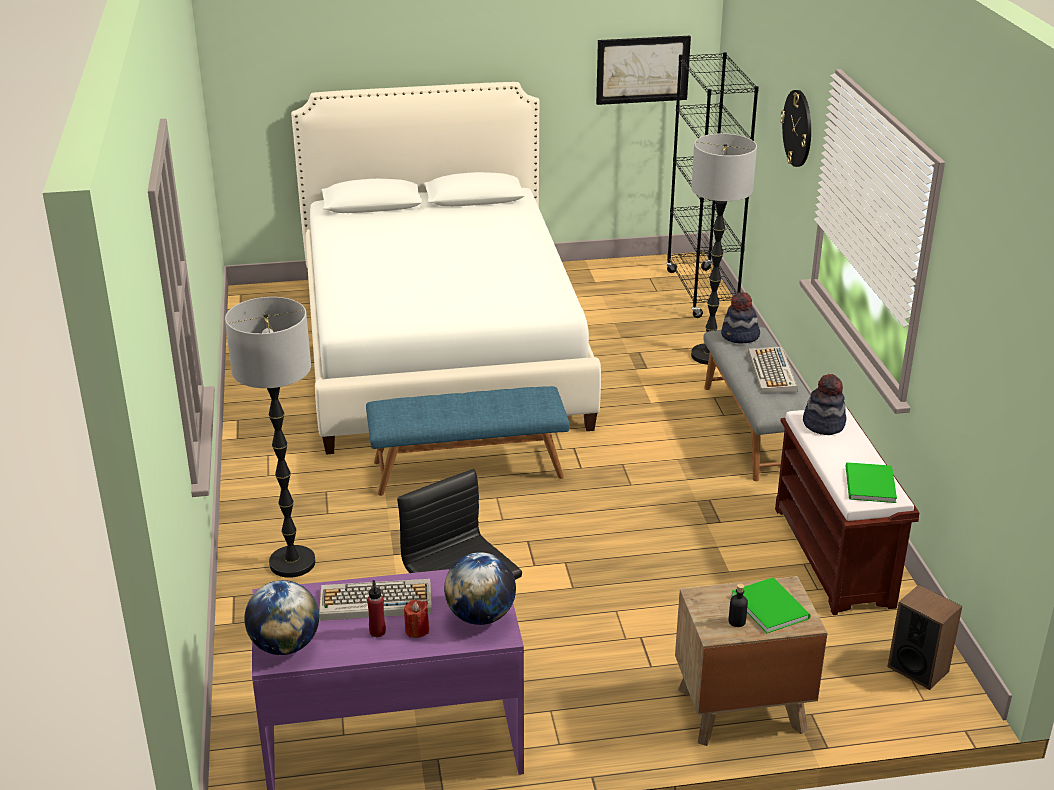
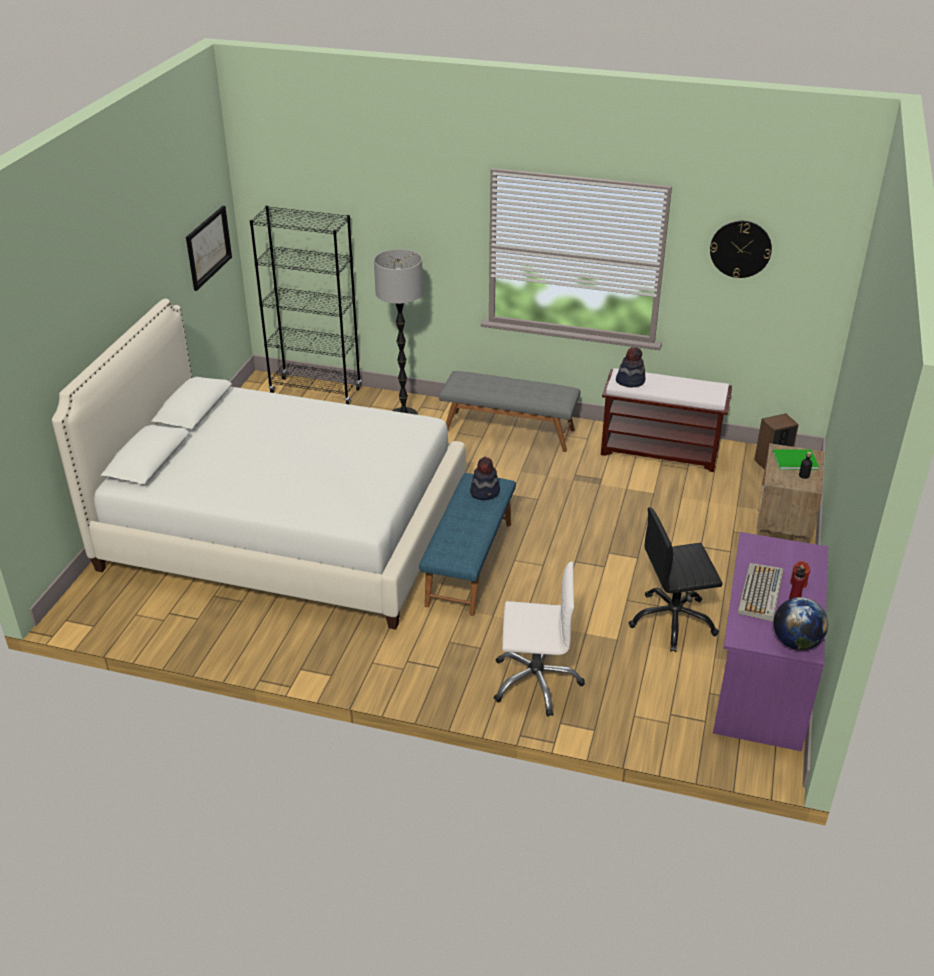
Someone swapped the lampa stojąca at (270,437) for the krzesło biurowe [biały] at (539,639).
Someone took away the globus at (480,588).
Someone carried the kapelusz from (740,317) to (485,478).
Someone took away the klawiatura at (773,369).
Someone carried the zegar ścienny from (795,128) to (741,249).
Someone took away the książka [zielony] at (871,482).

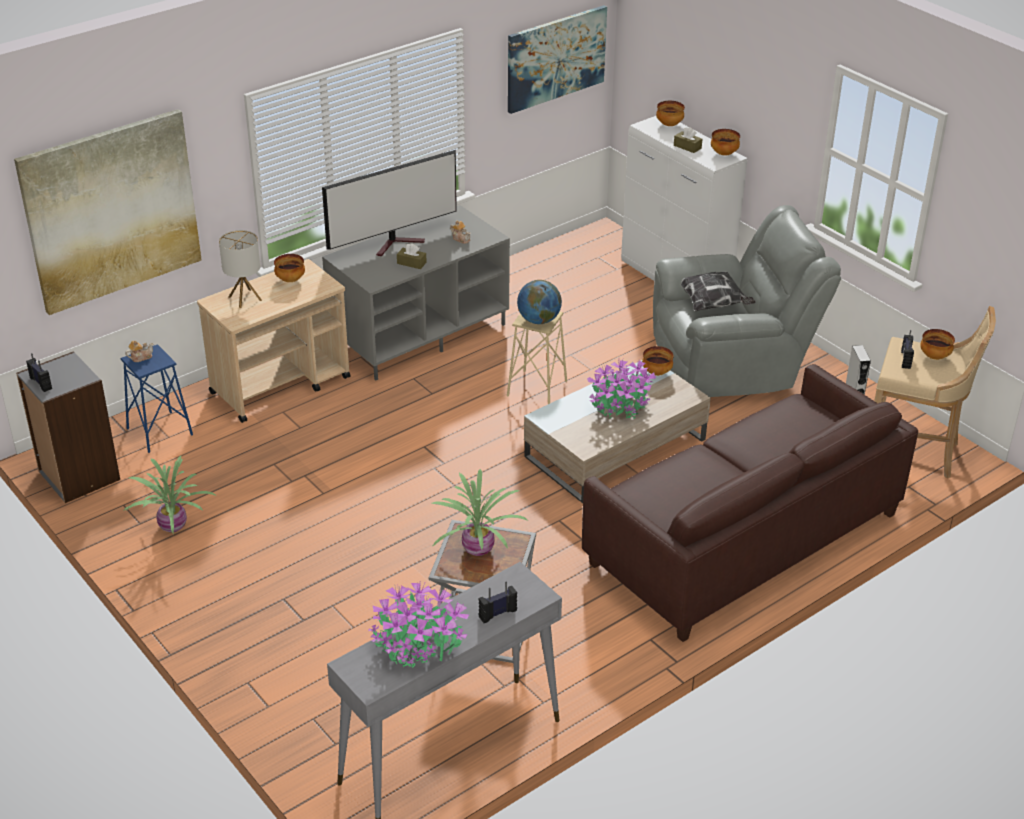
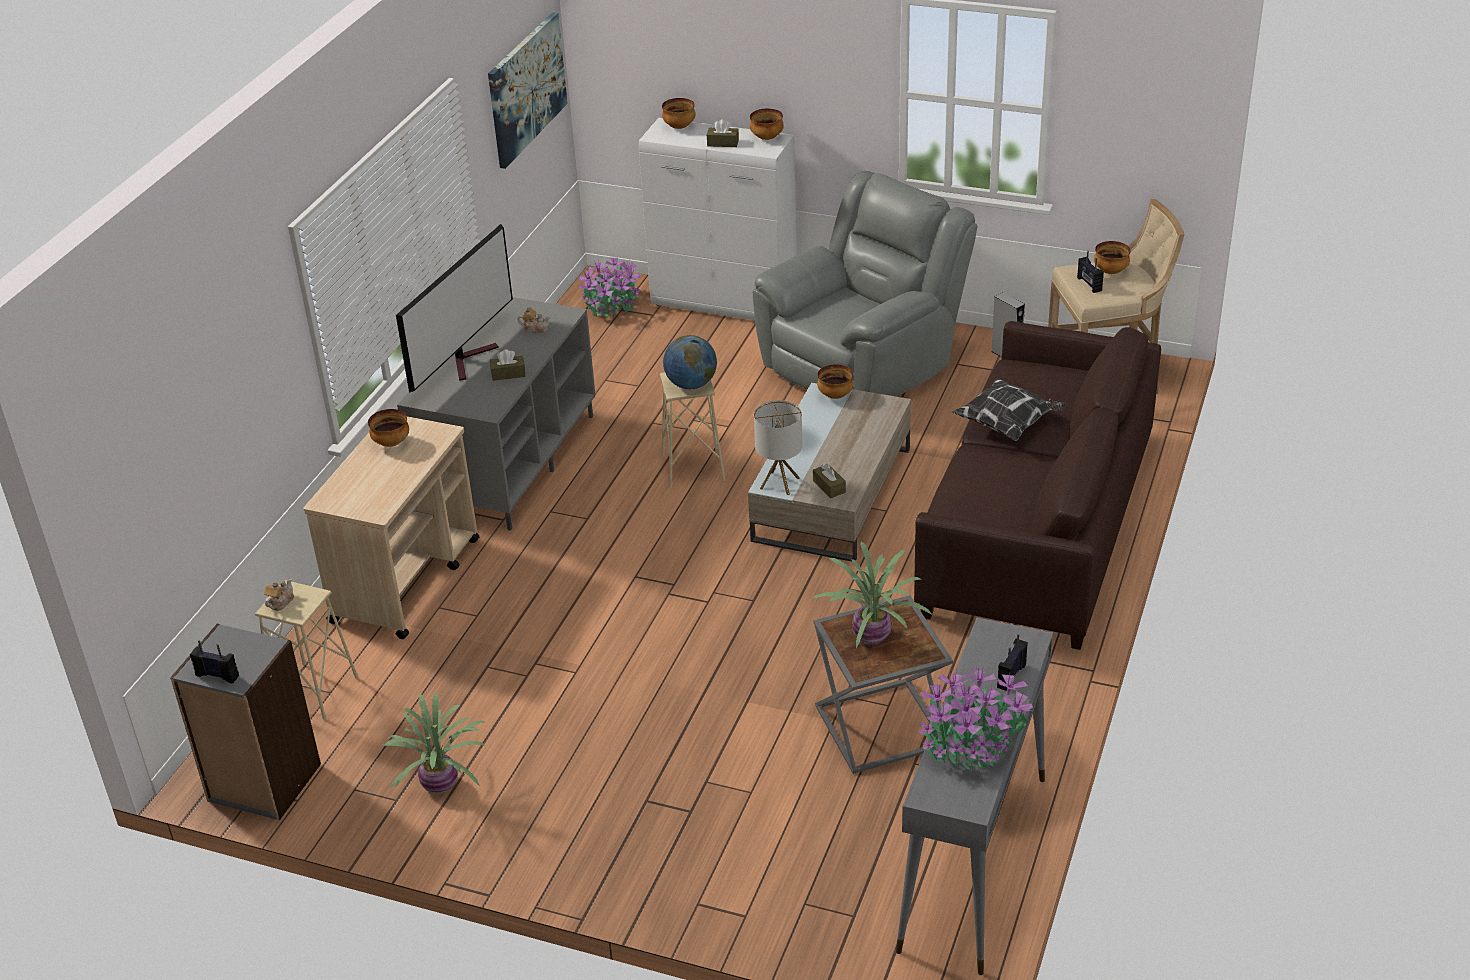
Someone took away the obraz at (108,212).
Someone repainted the stołek [niebieski] at (157,398), which became the stołek [beżowy] at (306,650).
Someone carried the lampa stołowa from (240,269) to (778,447).
Someone carried the roślina doniczkowa from (621,389) to (610,287).
Someone carried the poduszka from (718,291) to (1009,409).
Someone put down the pudełko chusteczek [brązowy] at (829,481).

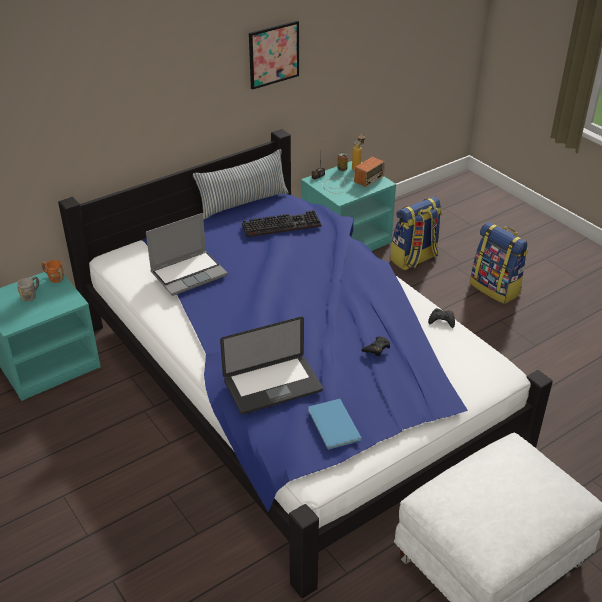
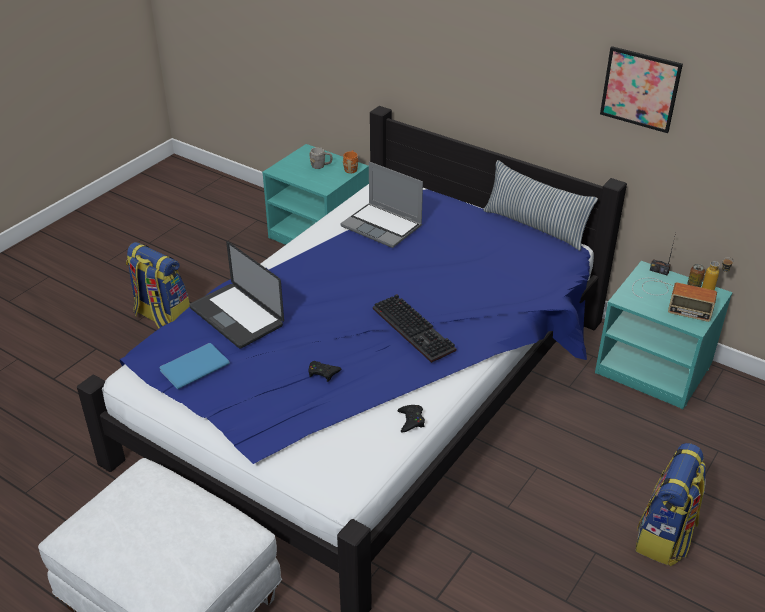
Someone carried the klawiatura from (282,223) to (414,328).
Someone carried the plecak from (416,233) to (158,285).

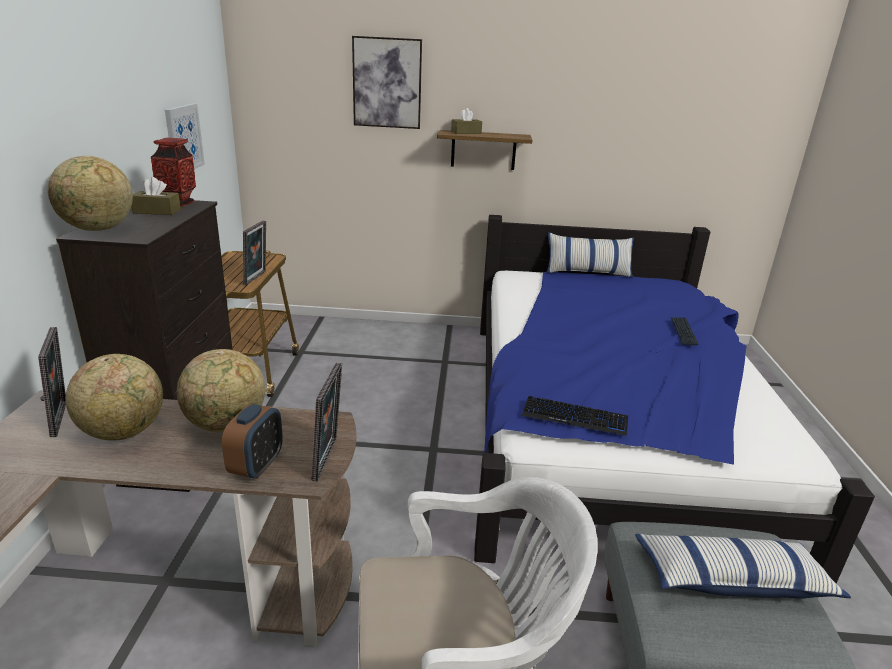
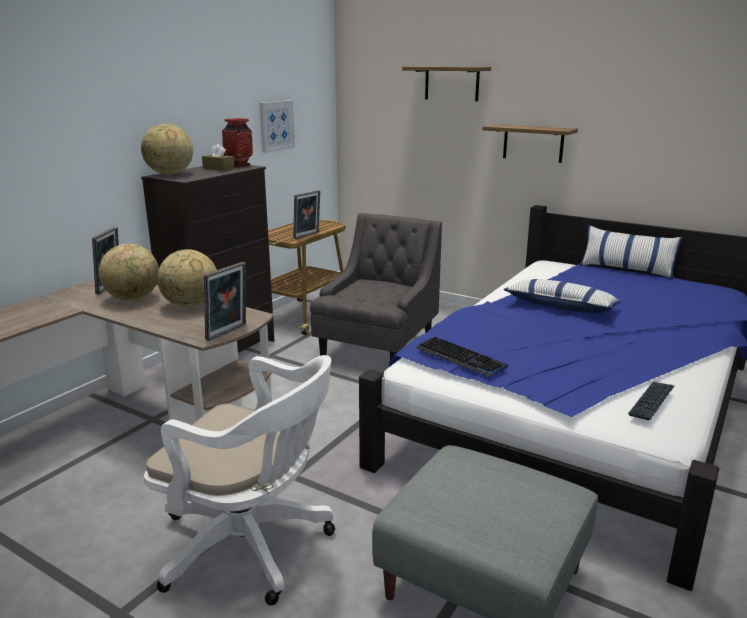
Someone took away the budzik at (252,441).
Someone swapped the obraz at (387,82) for the półka at (446,83).
Someone took away the pudełko chusteczek [brązowy] at (466,121).
Someone carried the poduszka from (743,566) to (562,296).
Someone carried the klawiatura from (684,331) to (651,401).
Someone put down the fotel [szary] at (376,286).

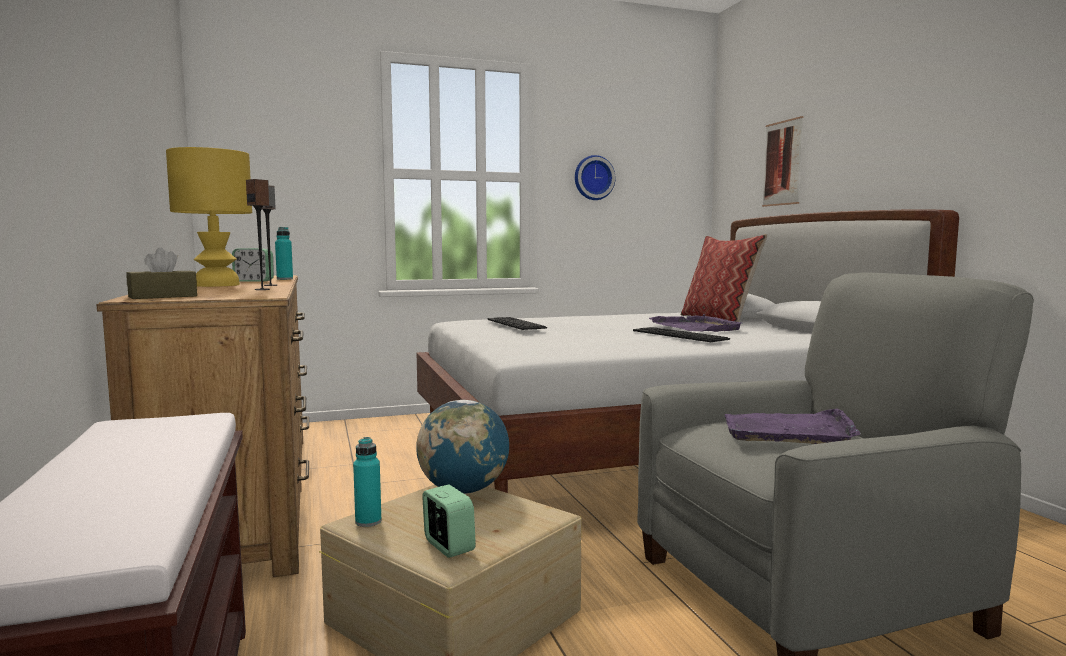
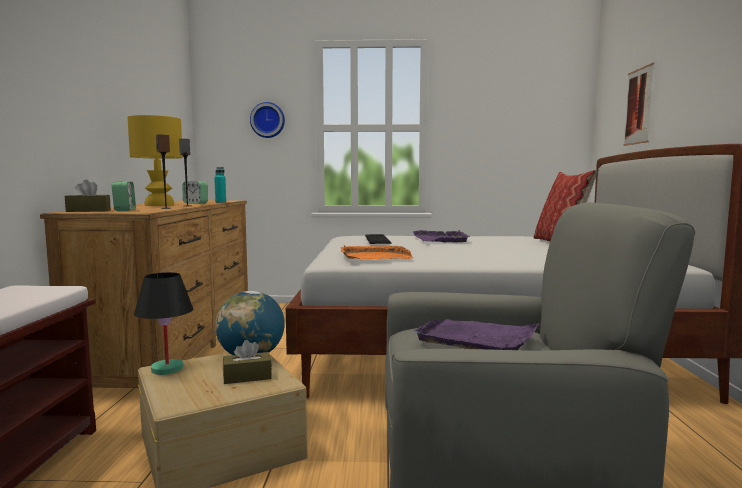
Someone swapped the butelka [turkusowy] at (367,482) for the lampa stołowa [czarny] at (163,323).
Someone carried the budzik from (449,521) to (123,196).
Someone carried the zegar ścienny from (595,177) to (267,120).
Someone took away the klawiatura at (681,334).
Someone carried the taca [fioletowy] from (696,323) to (441,236).
Someone put down the pudełko chusteczek [brązowy] at (247,362).
Someone put down the taca [pomarańczowy] at (377,252).

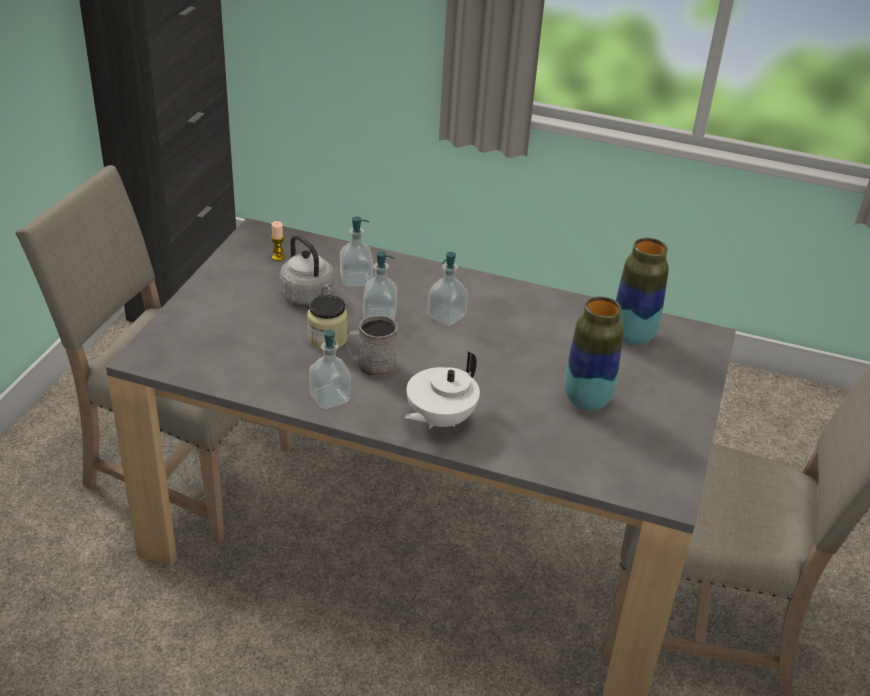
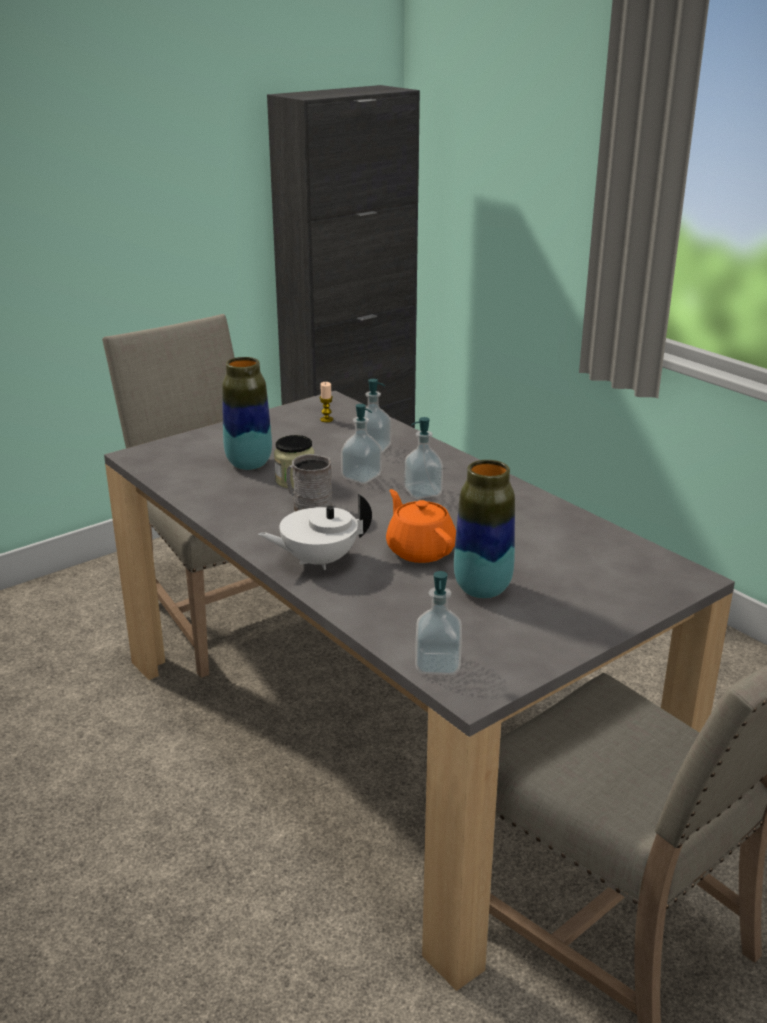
Someone took away the czajnik [szary] at (306,270).
Someone carried the dozownik mydła from (330,369) to (438,623).
Someone carried the wazon from (642,291) to (247,413).
Someone put down the imbryk [pomarańczowy] at (421,526).

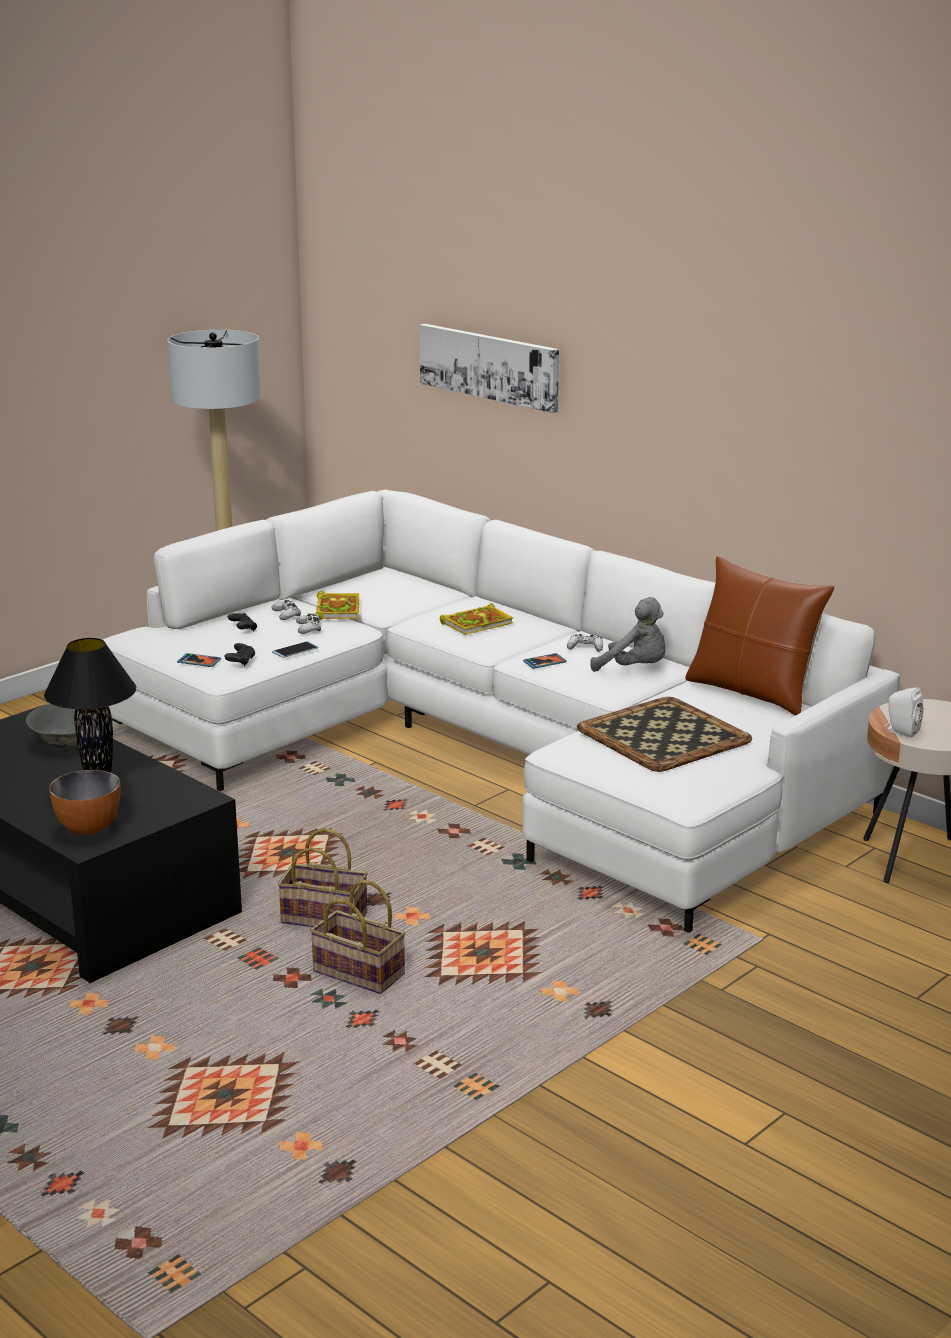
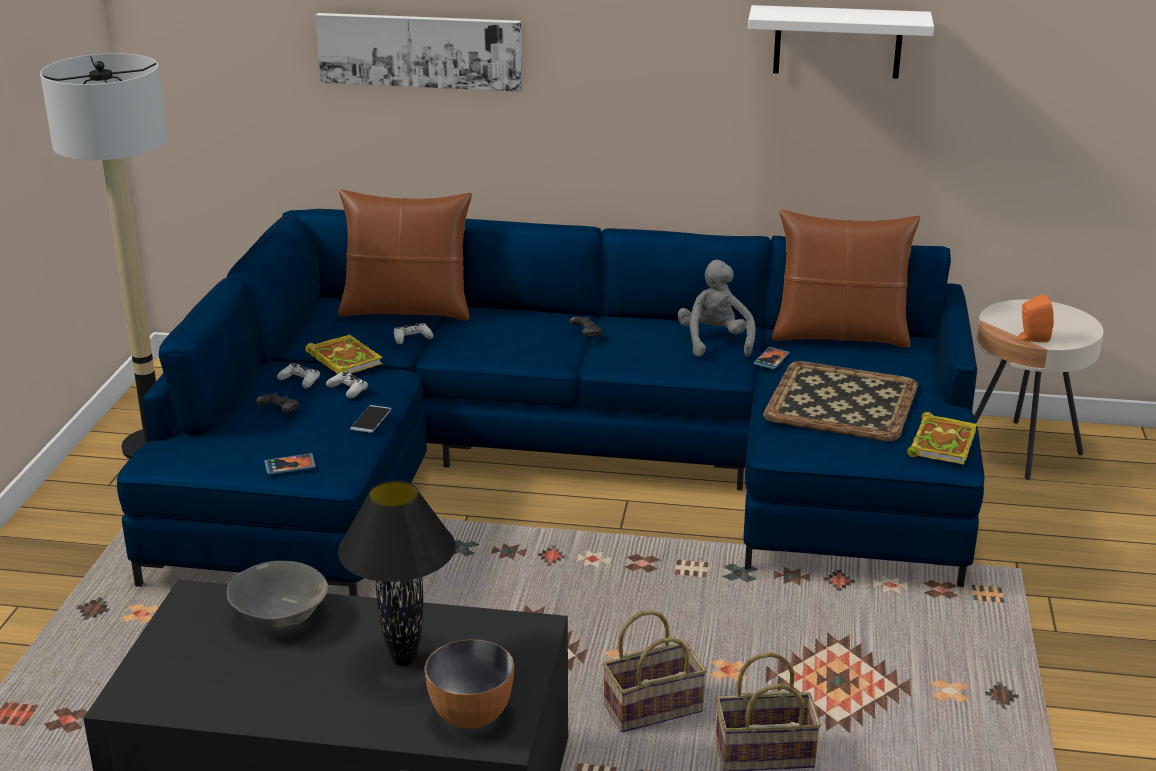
Someone repainted the kanapa [biały] at (501,711), which became the kanapa [niebieski] at (550,402).
Someone carried the pad do gier [czarny] from (240,654) to (586,327).
Someone carried the książka from (477,619) to (942,438).
Someone carried the telefon from (545,661) to (772,358).
Someone carried the pad do gier [biały] from (585,643) to (414,334).
Someone rotated the pluszak [szary] at (628,634) by 90 degrees counterclockwise.
Someone repainted the głośnik [biały] at (904,712), which became the głośnik [pomarańczowy] at (1036,318).
Someone put down the poduszka [brązowy] at (405,254).
Someone put up the półka [biały] at (841,42).

